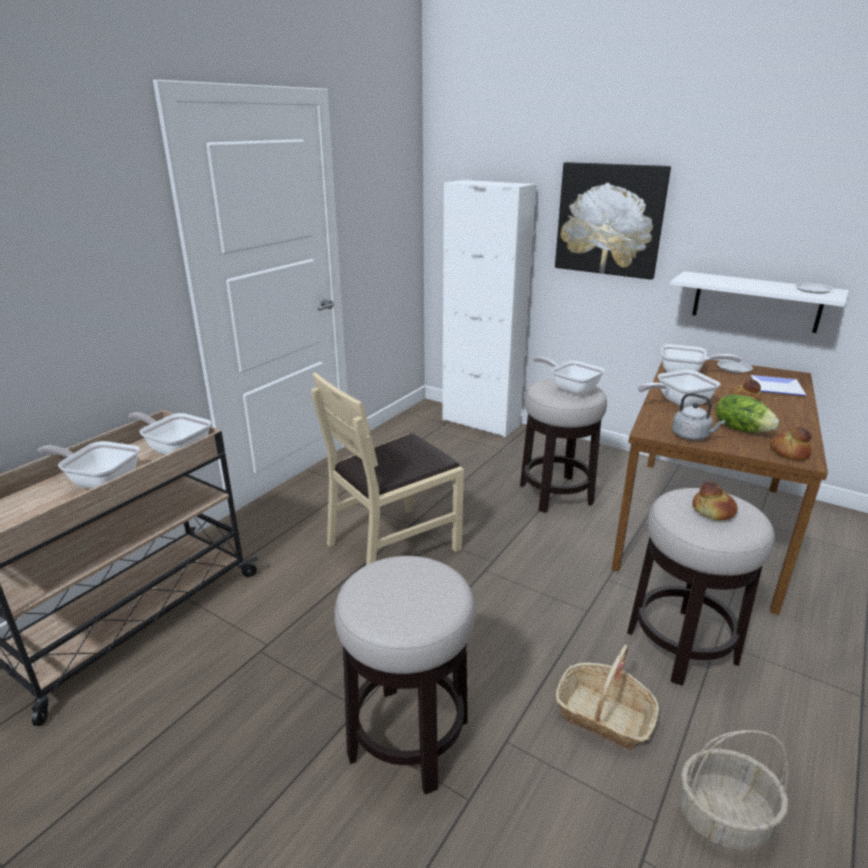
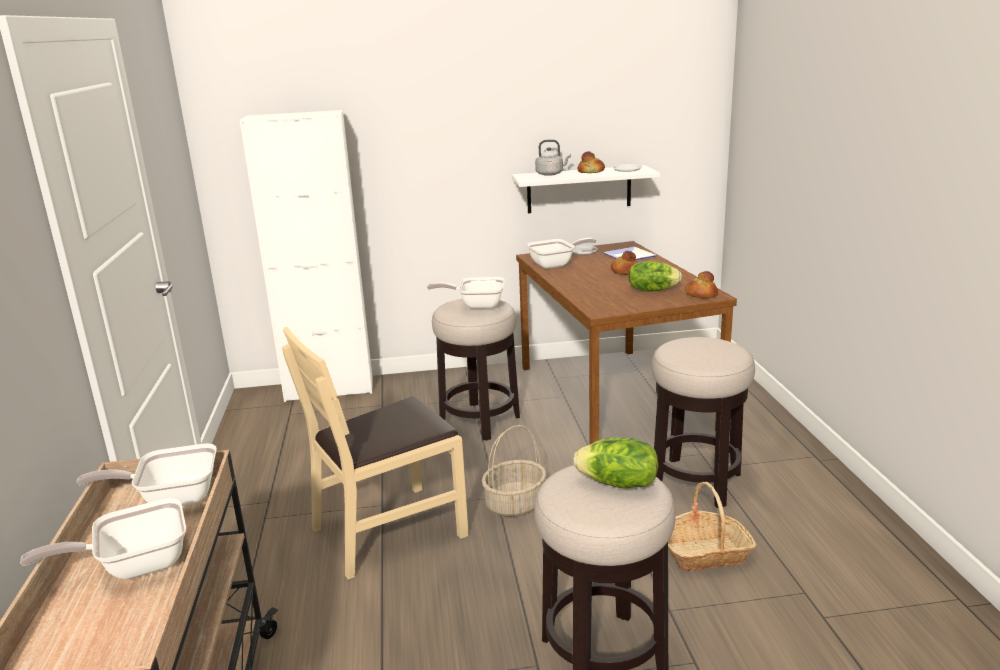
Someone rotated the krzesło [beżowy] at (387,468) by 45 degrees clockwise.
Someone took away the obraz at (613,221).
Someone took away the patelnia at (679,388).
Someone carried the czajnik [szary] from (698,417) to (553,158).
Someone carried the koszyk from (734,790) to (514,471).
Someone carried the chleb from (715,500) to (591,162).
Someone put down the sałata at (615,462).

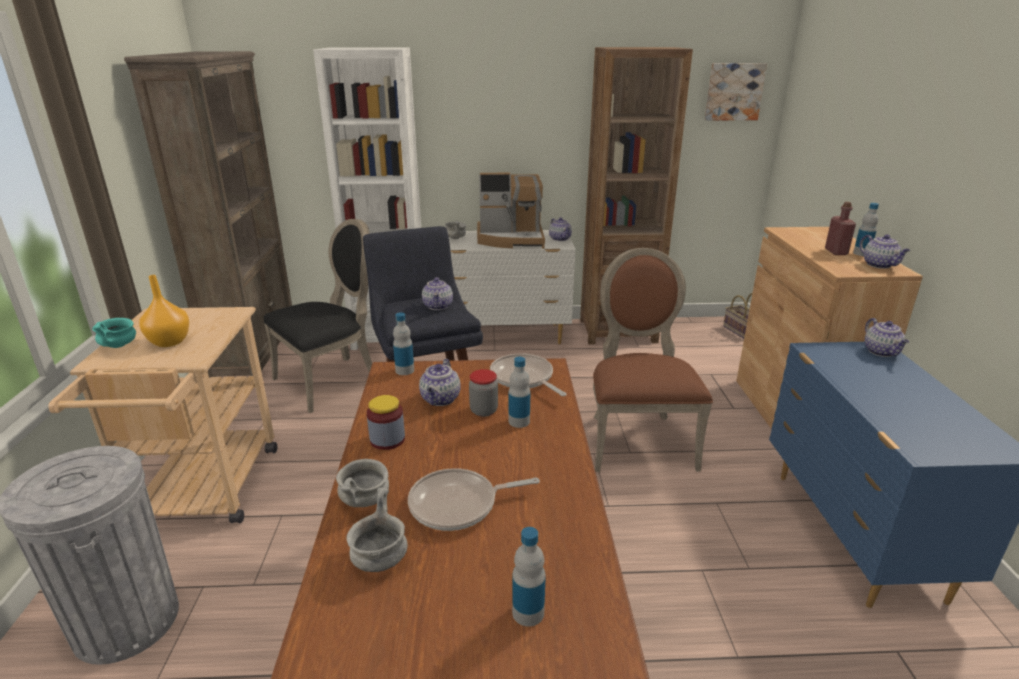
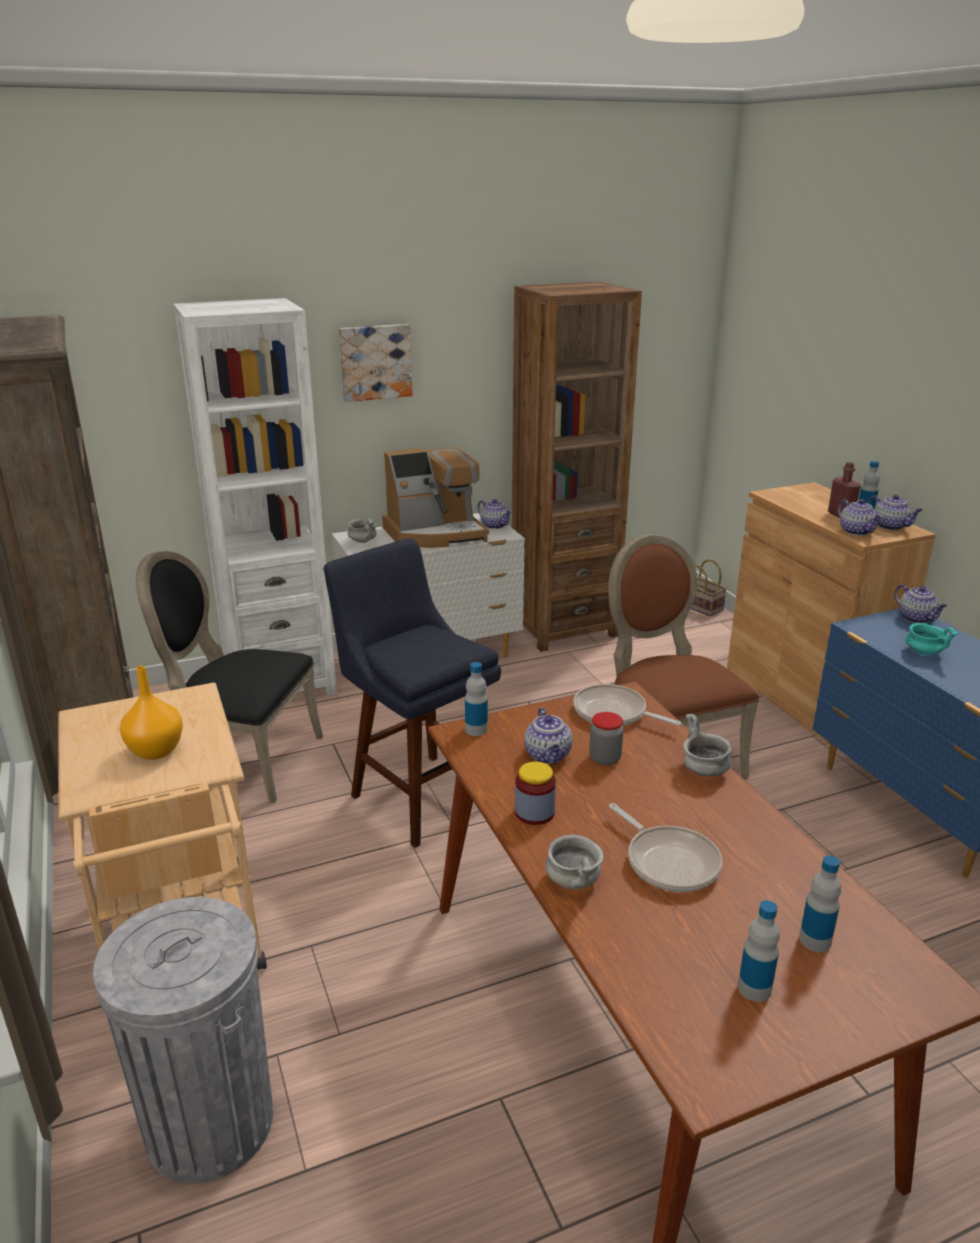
Someone carried the miska [turkusowy] from (114,333) to (932,639).
Someone rotated the krzesło [czarny] at (318,316) by 105 degrees counterclockwise.
Someone carried the miska [szary] from (377,530) to (707,745).
Someone rotated the patelnia at (474,499) by 90 degrees counterclockwise.
Someone carried the imbryk from (437,293) to (860,517).
Someone carried the butelka from (519,392) to (759,951).
Someone carried the obraz from (736,92) to (376,363).

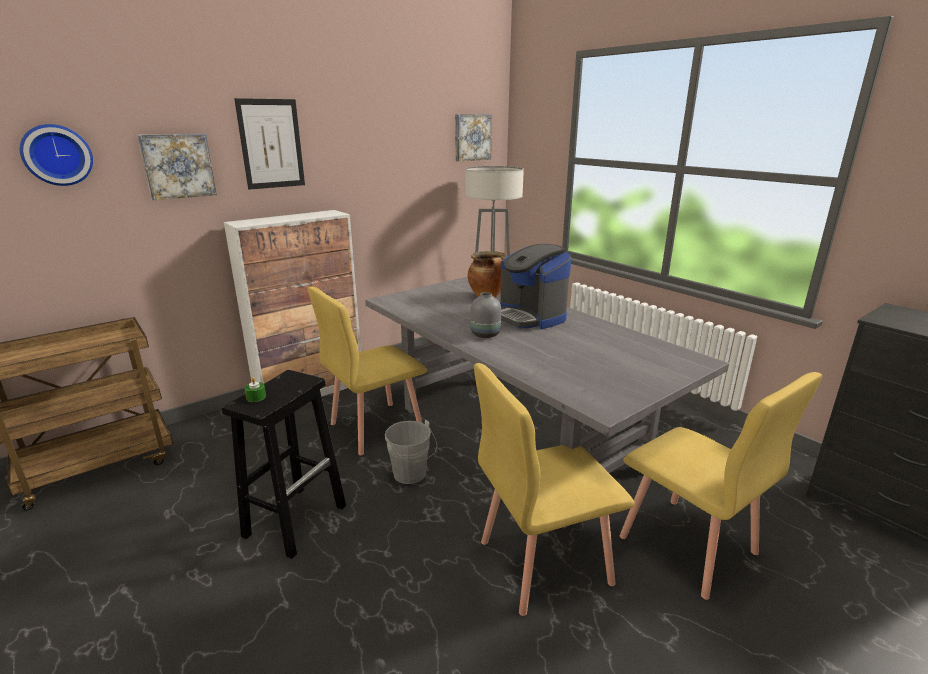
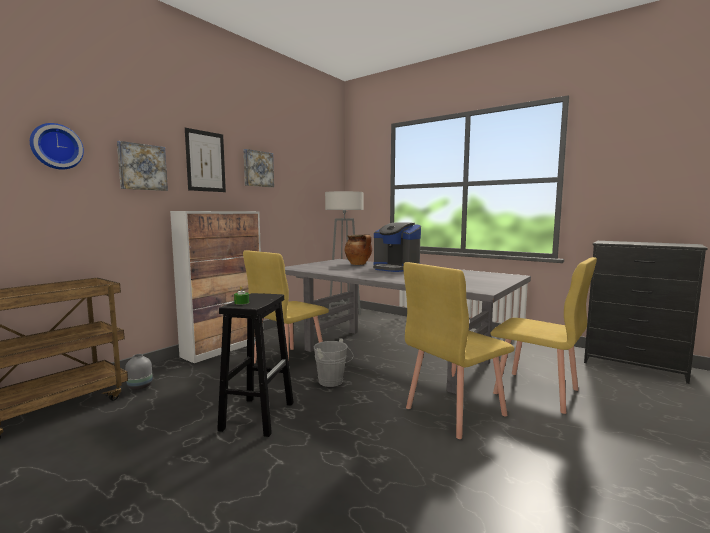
Someone carried the obraz from (473,137) to (259,168).
Someone carried the wazon [szary] from (486,315) to (139,372).

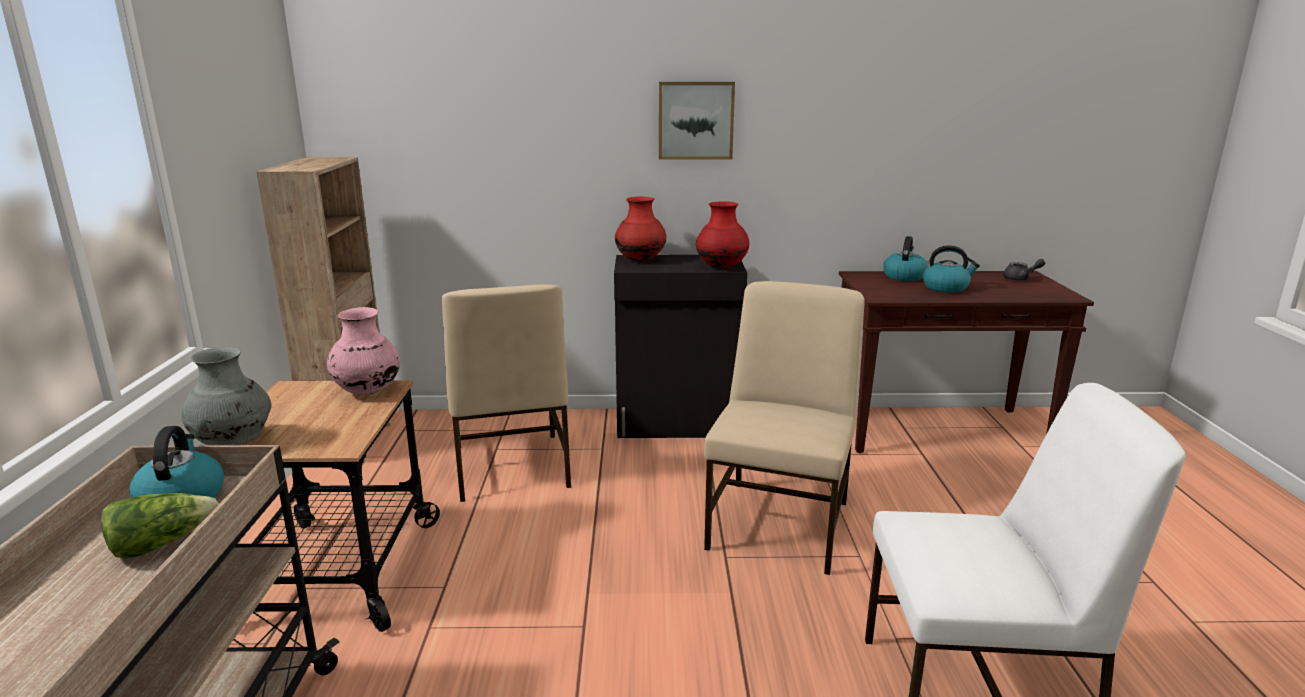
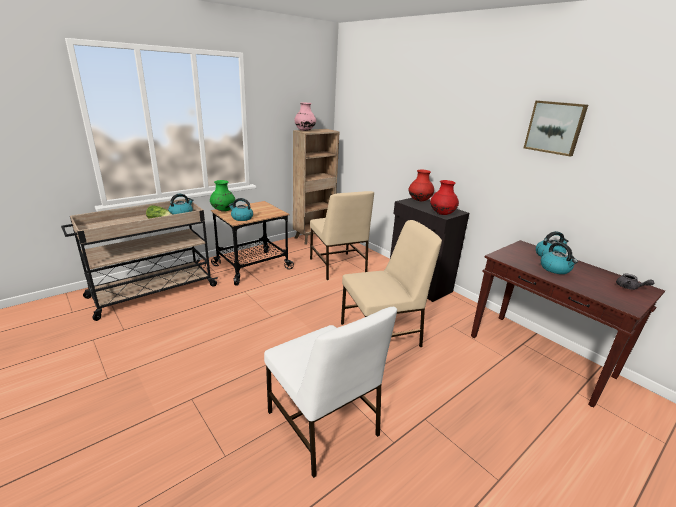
Someone repainted the wazon [szary] at (226,396), which became the wazon [zielony] at (222,196).
Someone carried the wazon [różowy] from (363,351) to (305,117).
Someone rotated the krzesło [beżowy] at (506,393) by 60 degrees counterclockwise.
Someone carried the obraz from (697,121) to (556,128).
Someone put down the czajnik at (240,209).

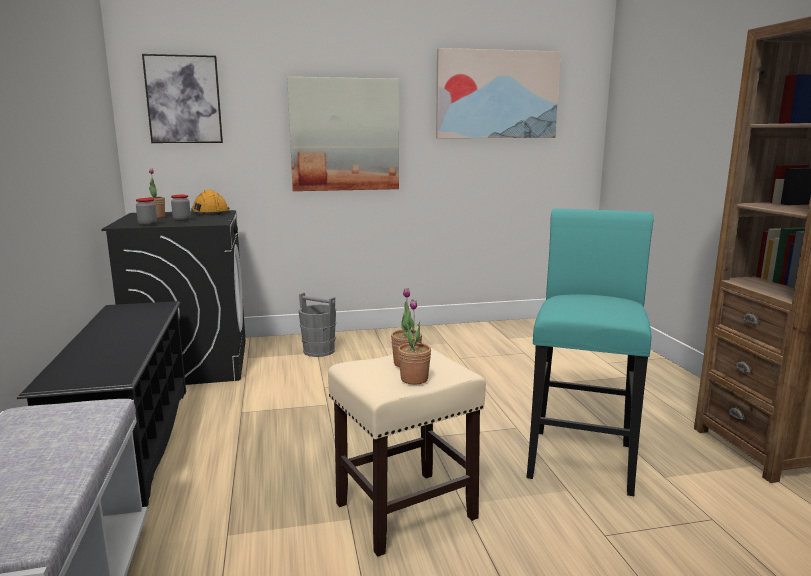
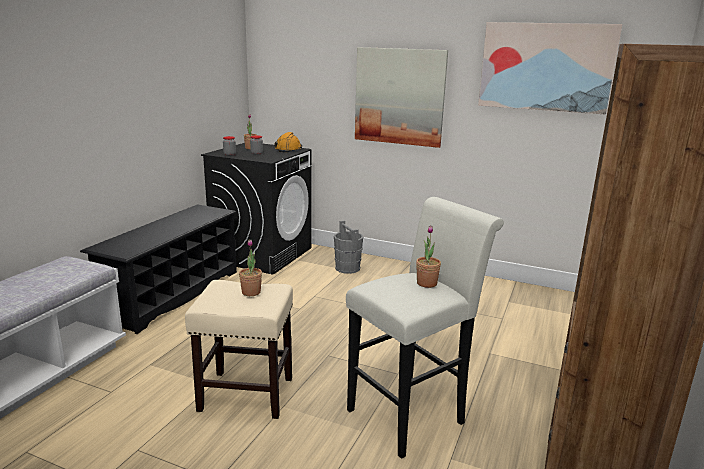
Someone took away the obraz at (182,98).
Someone carried the roślina doniczkowa from (414,342) to (428,256).
Someone repainted the stołek [turkusowy] at (590,352), which became the stołek [biały] at (425,328).

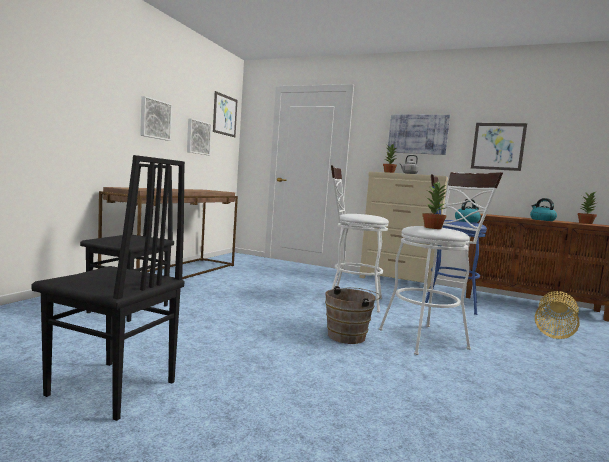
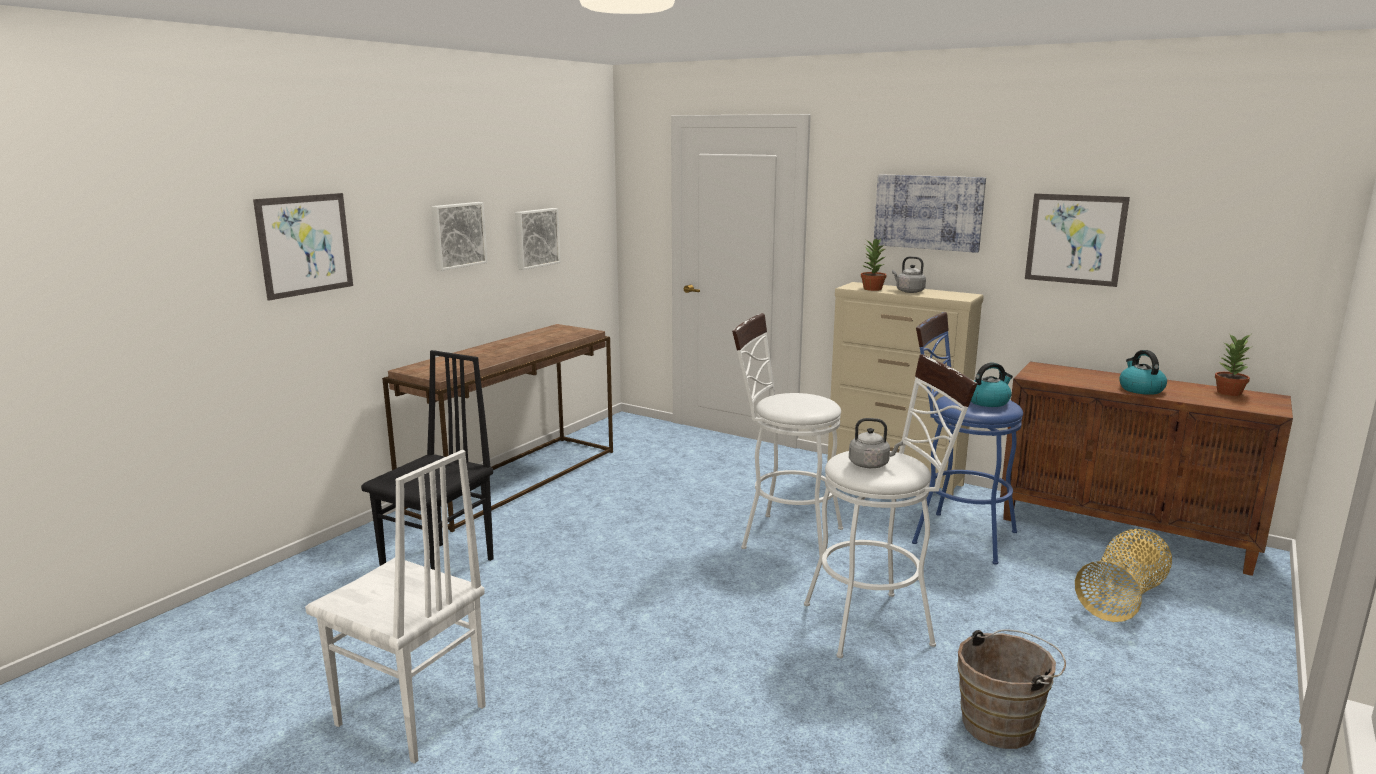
Someone repainted the krzesło [czarny] at (108,288), which became the krzesło [biały] at (395,607).
Someone carried the obraz from (225,114) to (303,246).
Someone carried the wiadro [brązowy] from (353,315) to (1011,689).
Someone swapped the roślina doniczkowa at (434,205) for the czajnik [szary] at (876,443).

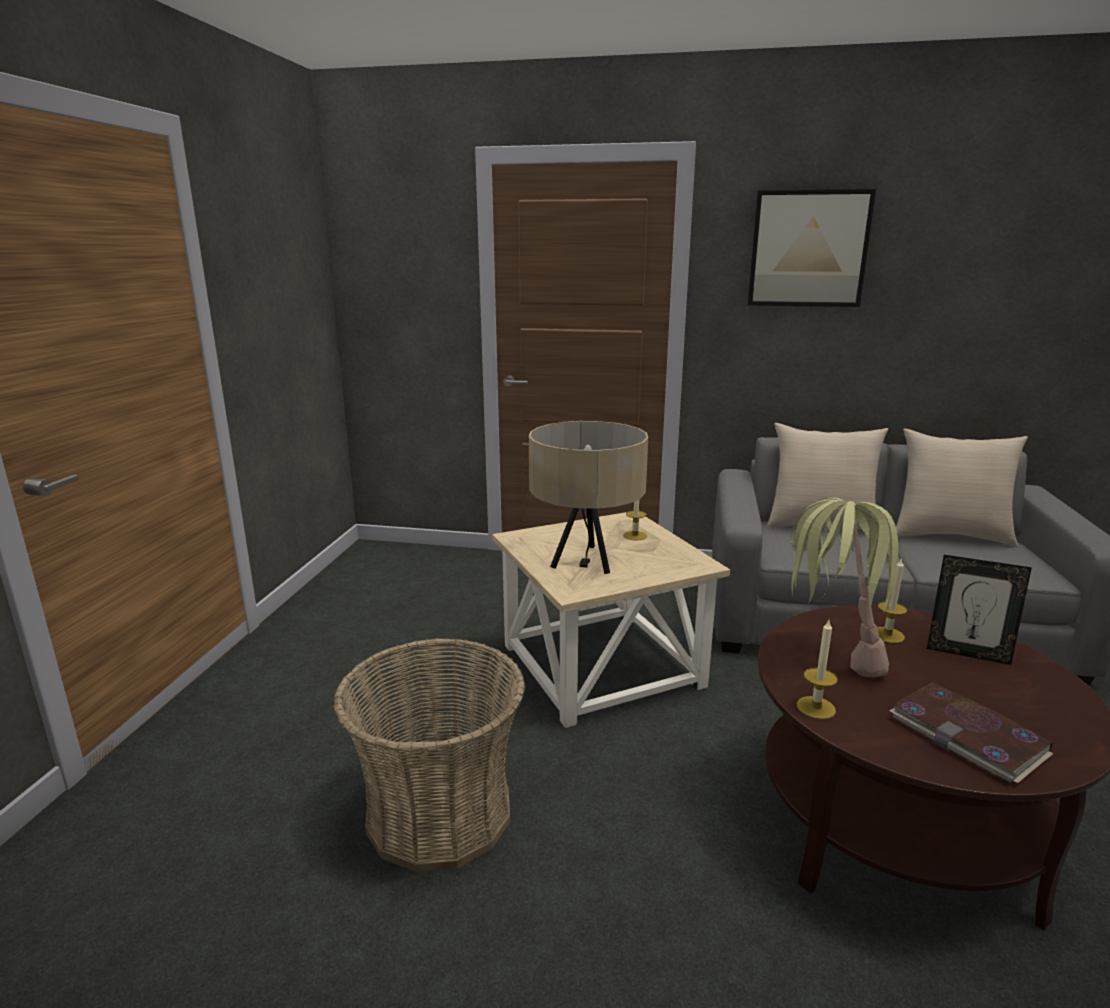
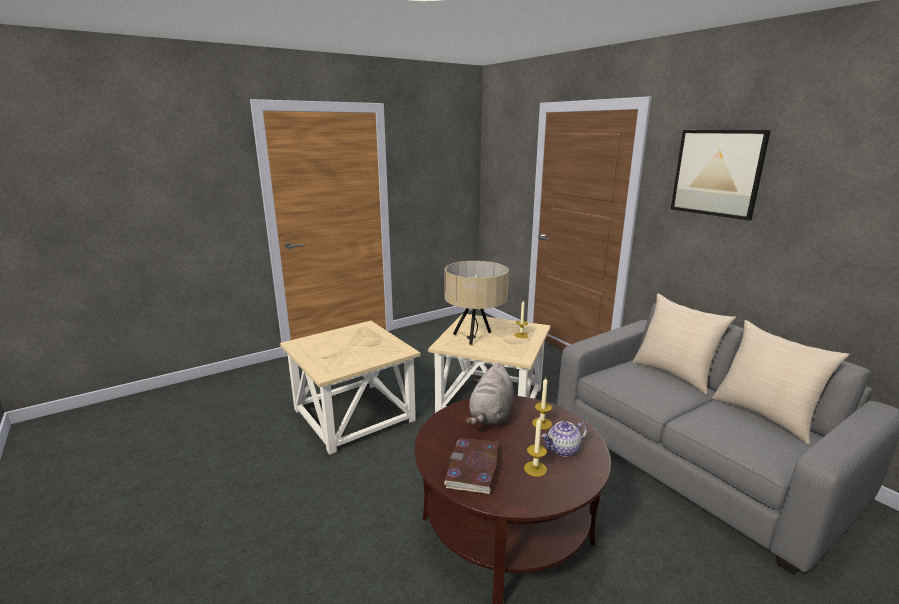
Someone swapped the koszyk at (429,755) for the stolik [beżowy] at (350,388).
Someone swapped the roślina doniczkowa at (848,587) for the pluszak [szary] at (490,393).
Someone carried the świeca from (817,669) to (535,447).
Someone swapped the ramka na zdjęcie at (979,610) for the imbryk at (564,439).

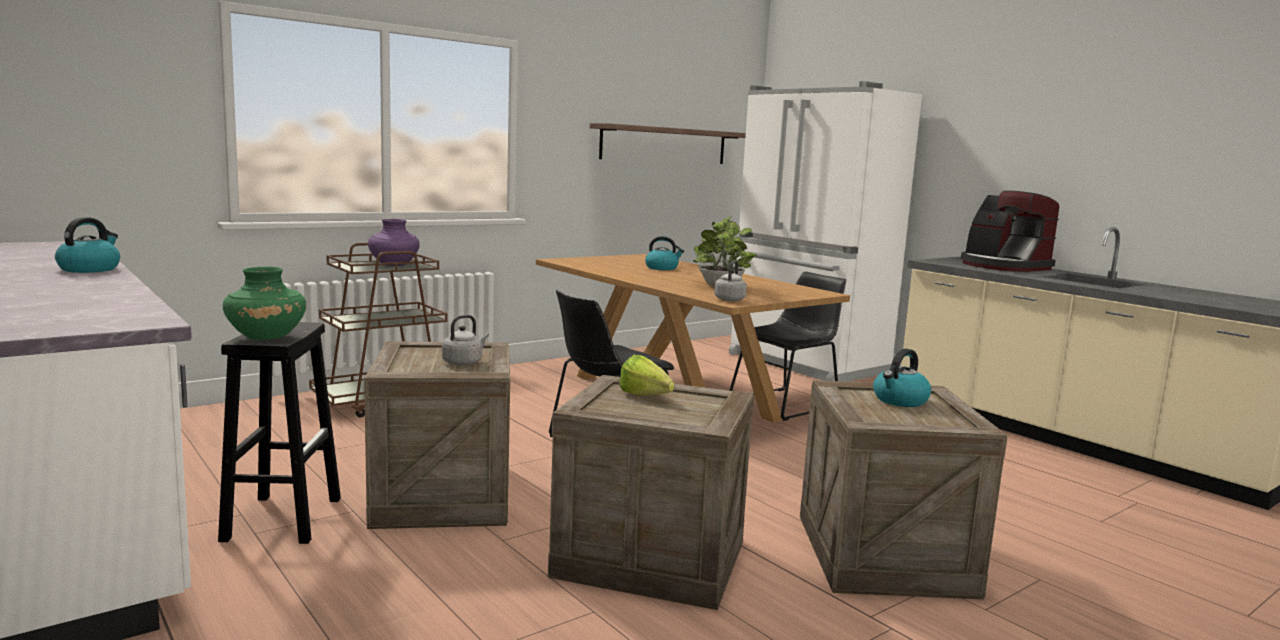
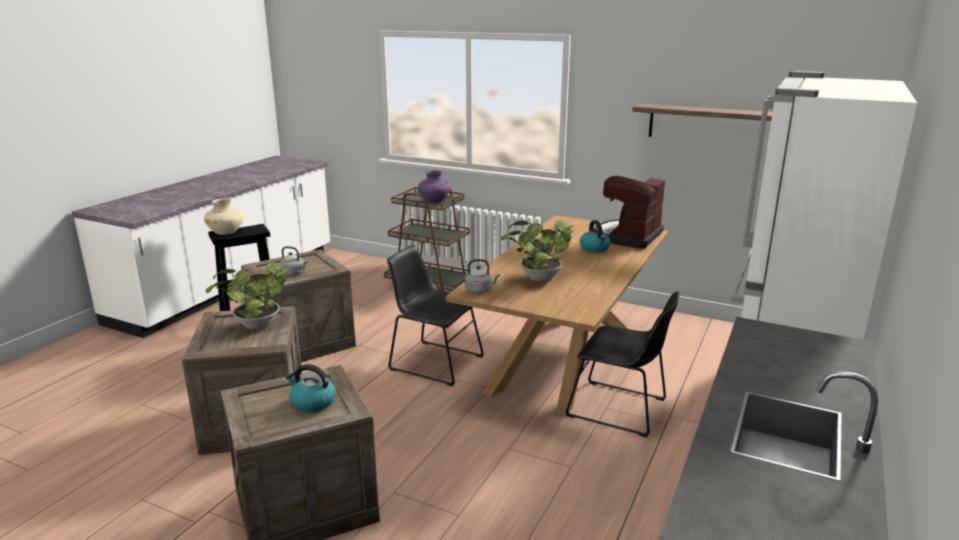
Someone took away the czajnik at (87,245).
Someone repainted the wazon [zielony] at (264,303), which became the wazon [beżowy] at (224,216).
Someone swapped the sałata at (646,375) for the roślina doniczkowa at (247,296).
Someone carried the ekspres do kawy from (1010,231) to (629,212).

